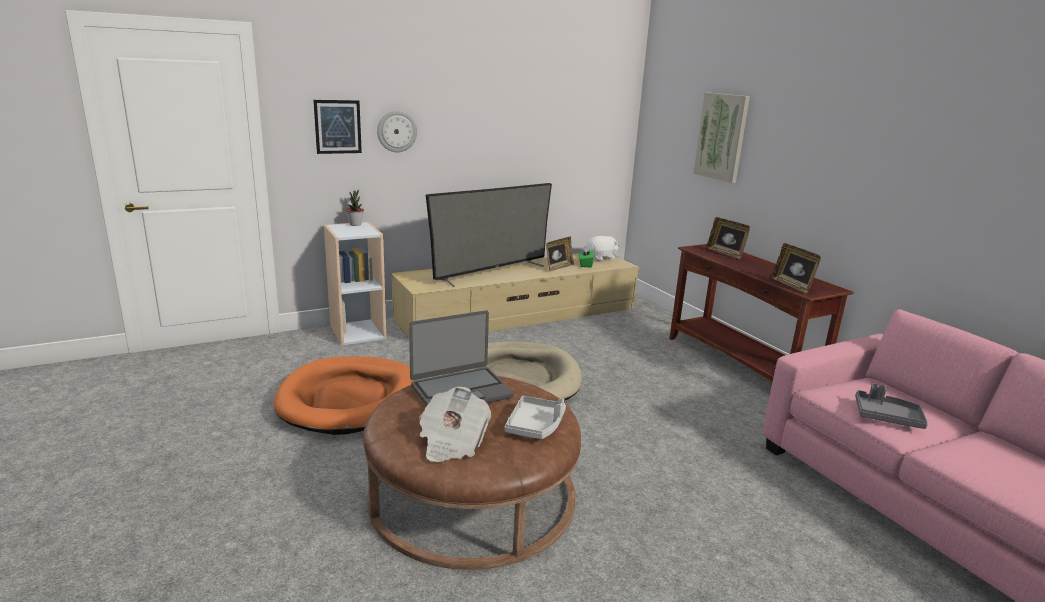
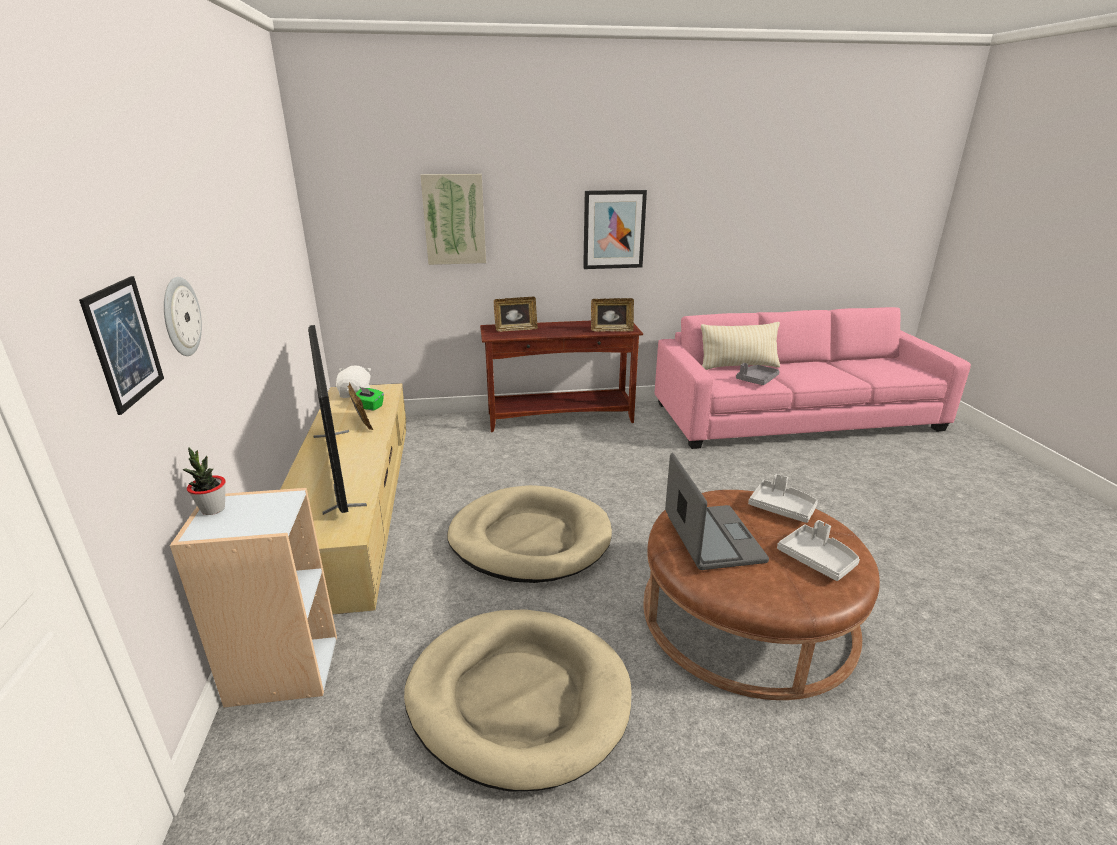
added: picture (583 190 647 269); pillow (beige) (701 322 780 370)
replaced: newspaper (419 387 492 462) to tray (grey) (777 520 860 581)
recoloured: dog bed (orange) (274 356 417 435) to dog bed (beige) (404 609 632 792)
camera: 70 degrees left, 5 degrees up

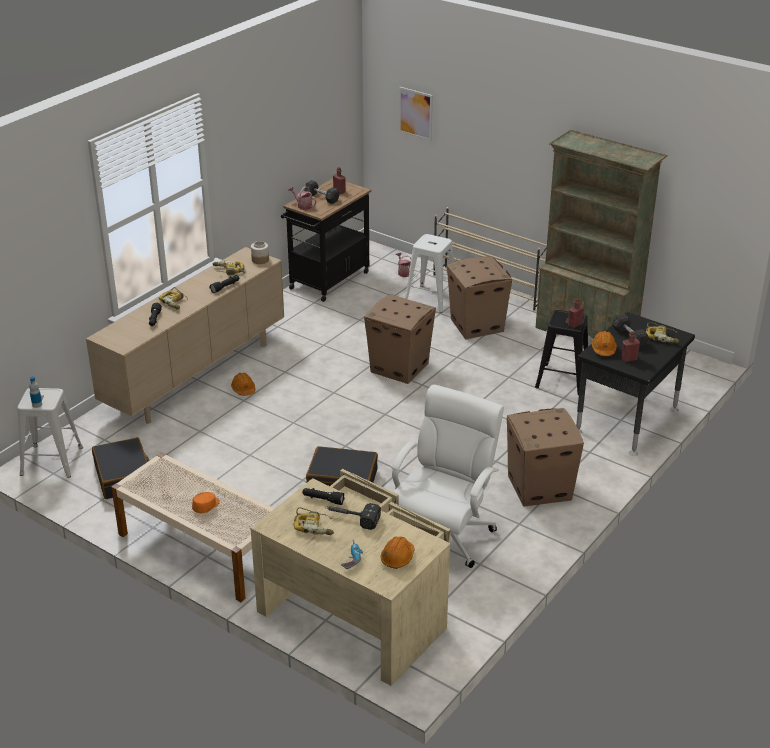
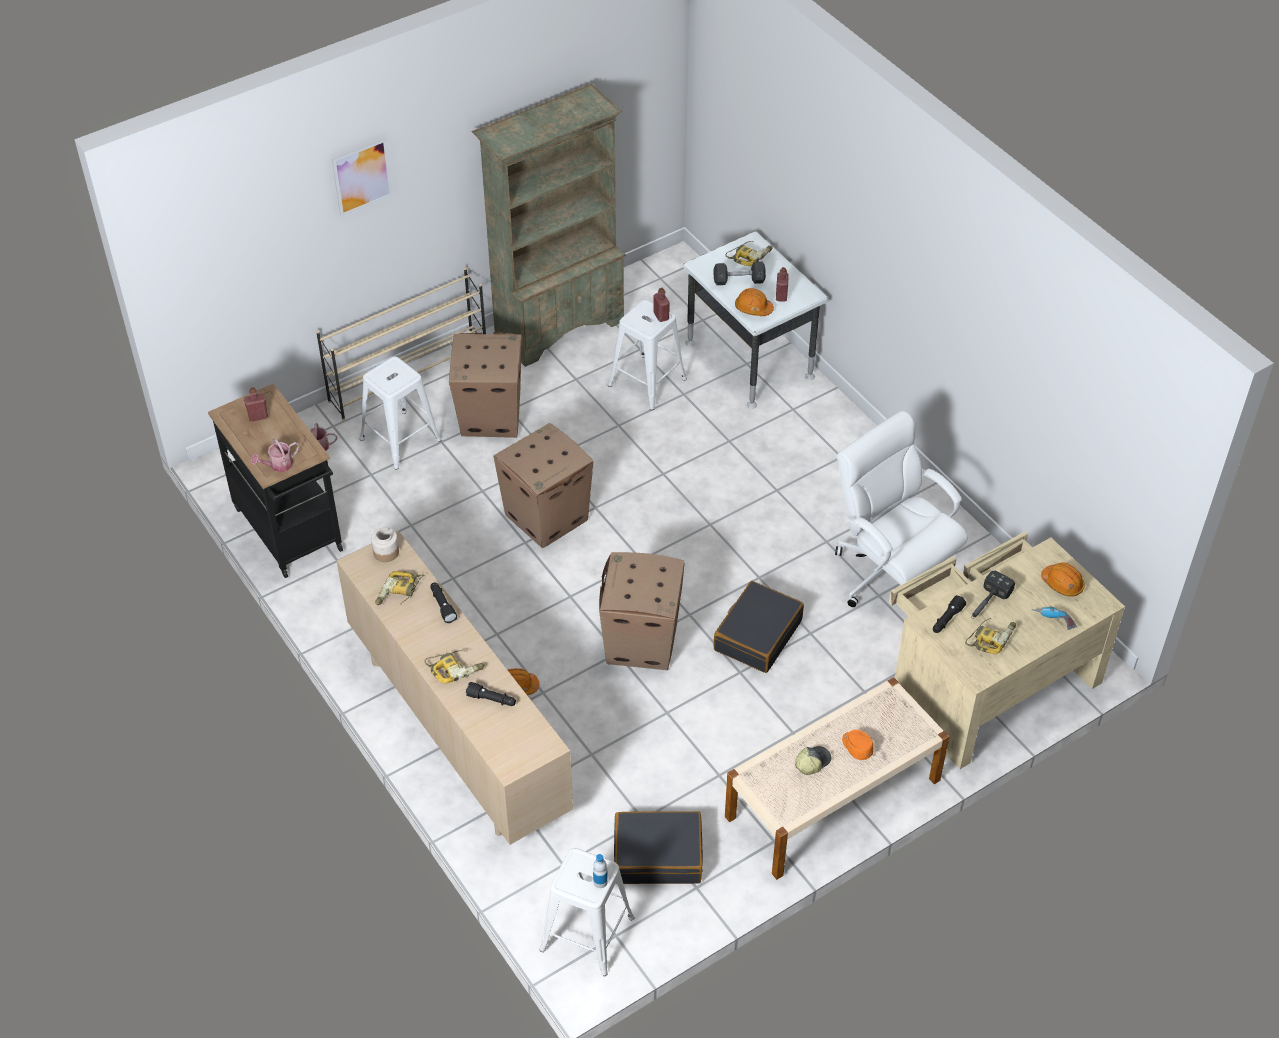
removed: dumbbell (grey) (304 180 340 204)
added: cap (795 746 831 775)
moved: picture (399 87 433 141) to (332 138 393 217); cardboard box (507 408 584 507) to (599 552 685 670)
recoloured: stool (black) (535 310 588 396) to stool (white) (608 300 687 410); desk (black) (576 312 695 456) to desk (white) (683 231 828 409)
camera: 70 degrees left, 15 degrees up

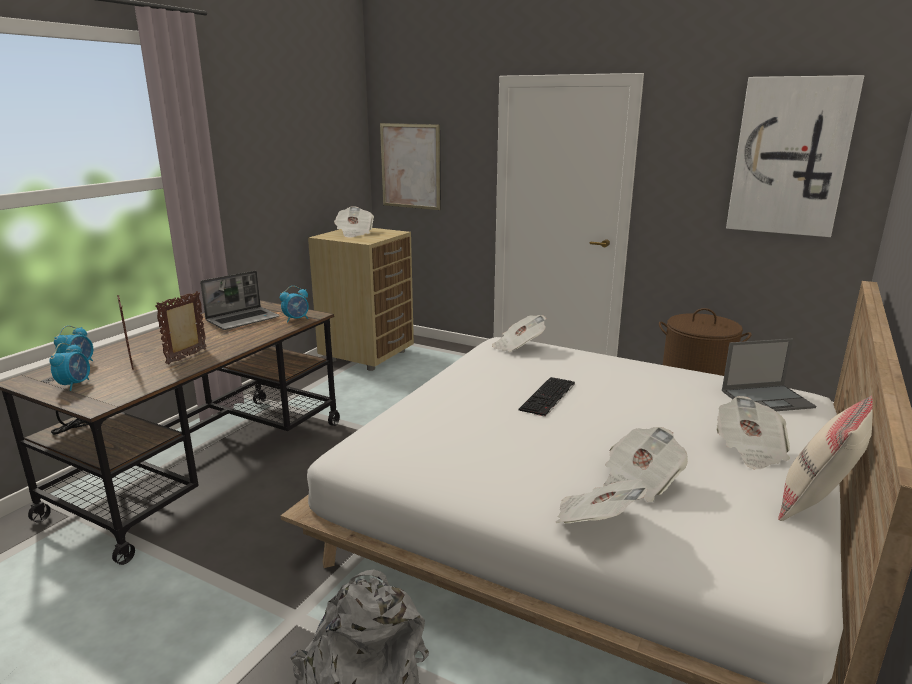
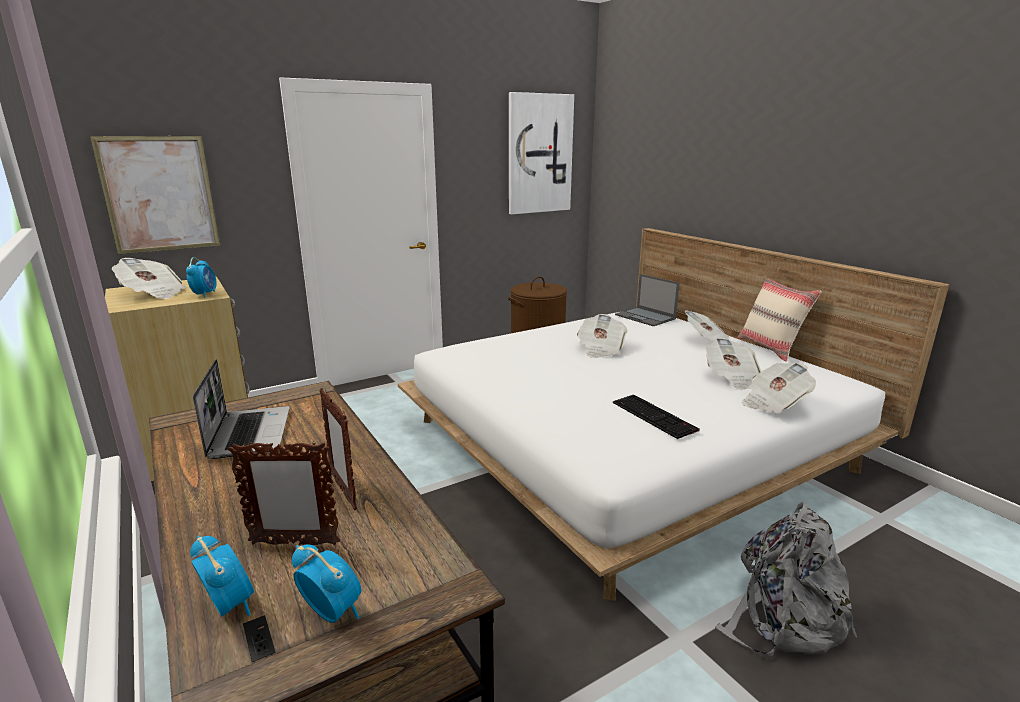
moved: alarm clock (280 286 309 322) to (186 257 217 298); newspaper (492 315 546 352) to (577 314 627 358); keyboard (518 377 575 417) to (613 395 700 439)
turned: laptop (722 339 816 411) = (615 274 680 326) 120 degrees clockwise
camera: 60 degrees left, 0 degrees up

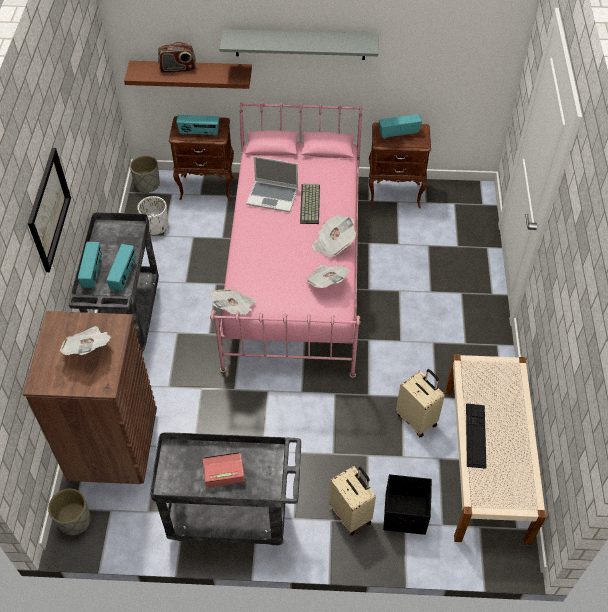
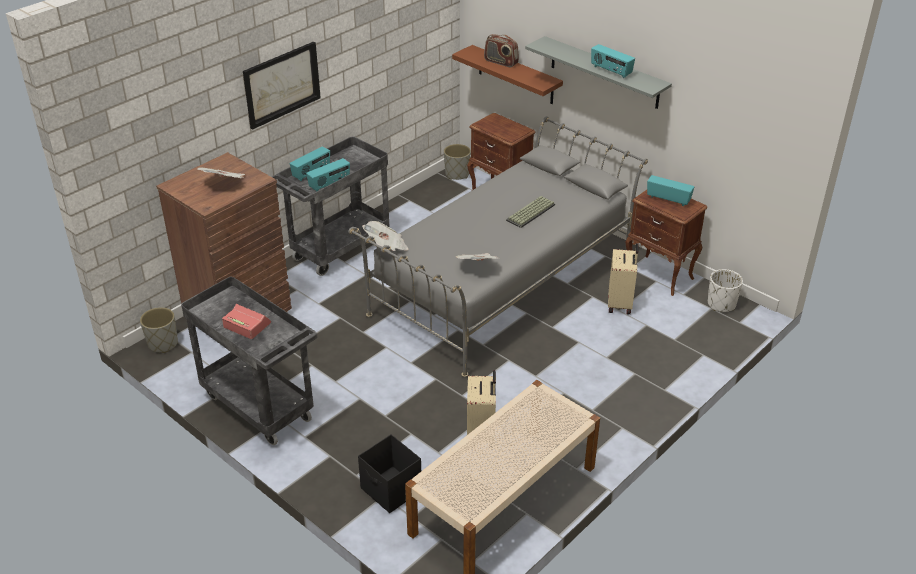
removed: laptop (246 156 298 212); newspaper (312 215 356 258); keyboard (466 403 486 469)
moved: planter (white) (137 196 168 236) to (708 269 743 312); radio (176 115 219 136) to (591 44 635 78); suitcase (beige) (329 466 376 535) to (608 243 638 315)
recoloured: bed (pink) (210 101 363 378) to bed (grey) (348 116 648 377)
camera: 40 degrees right, 15 degrees down

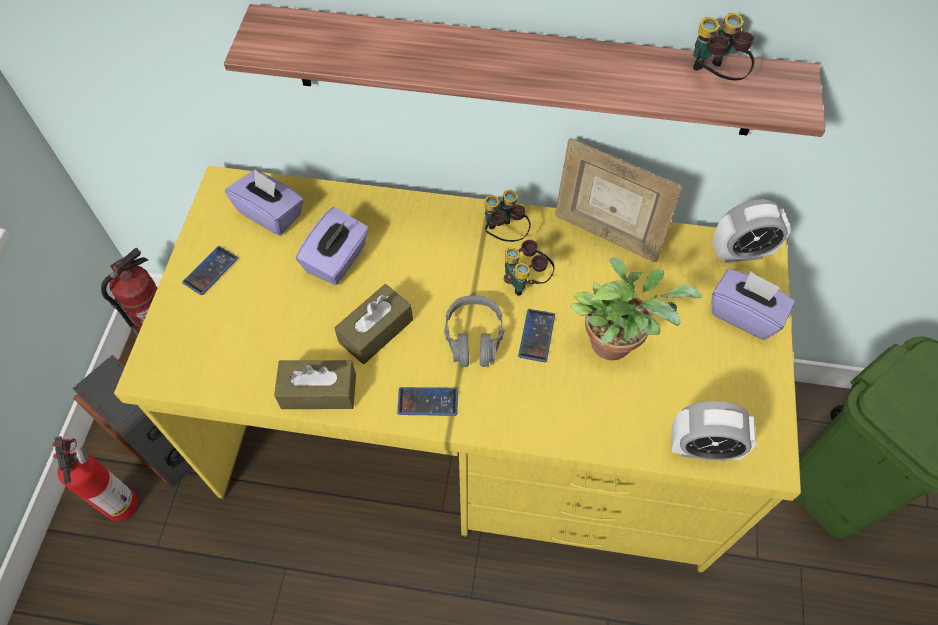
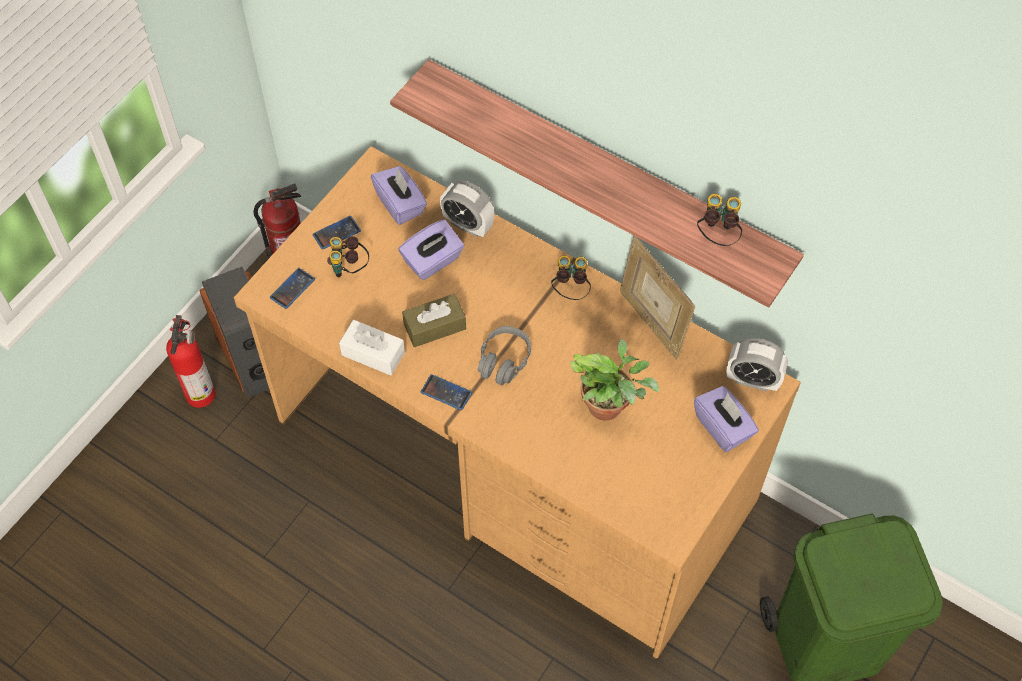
moved: binoculars (504 240 555 296) to (327 236 369 277); phone (518 309 555 362) to (270 268 315 309); alarm clock (671 401 756 461) to (440 181 494 237)
recoloured: desk (yellow) (114 166 801 573) to desk (brown) (234 146 801 659); tissue box (brown) (274 360 356 409) to tissue box (white) (339 320 405 375)
camera: 25 degrees right, 0 degrees up

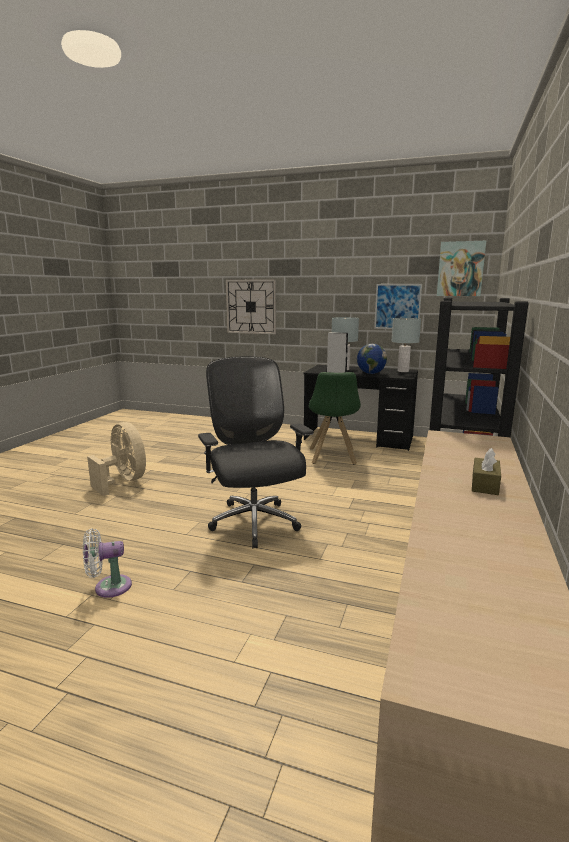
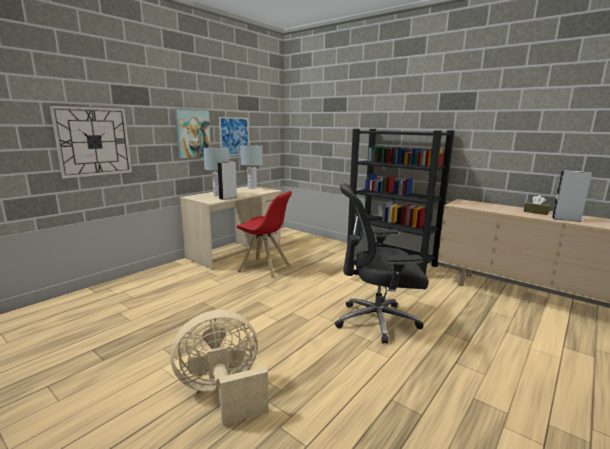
removed: fan (white) (83 528 132 598); globe (357 344 387 374)
added: speaker (grey) (552 170 592 222)
moved: picture (437 241 486 296) to (175 110 211 158)
recoloured: desk (black) (303 365 418 451) to desk (beige) (179 186 282 269); chair (green) (309 372 361 464) to chair (red) (237 191 292 278)
camera: 70 degrees left, 0 degrees up

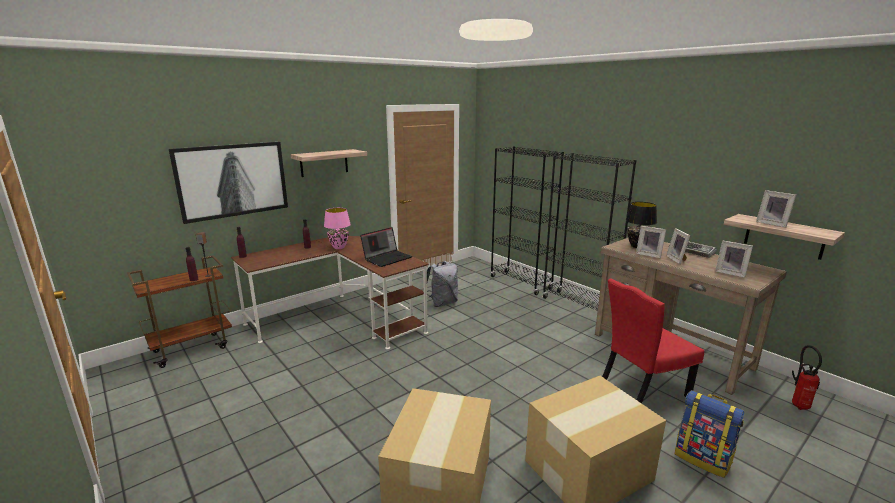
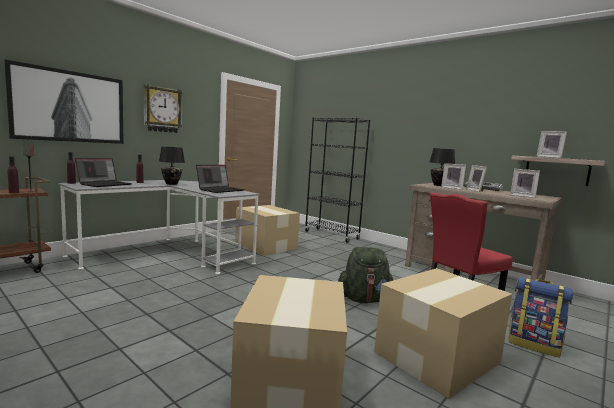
removed: bookcase (black) (542 153 637 311); fire extinguisher (792 345 822 410)
added: laptop (75 158 132 187); backpack (green) (338 247 393 303)
replaced: shelf (291 149 367 177) to wall clock (144 84 183 133); backpack (grey) (423 261 458 307) to cardboard box (235 205 300 256)
recoloured: desk (brown) (231 236 429 350) to desk (grey) (58 180 261 274); table lamp (pink) (324 208 351 249) to table lamp (black) (159 147 185 185)
camera: 10 degrees left, 10 degrees down

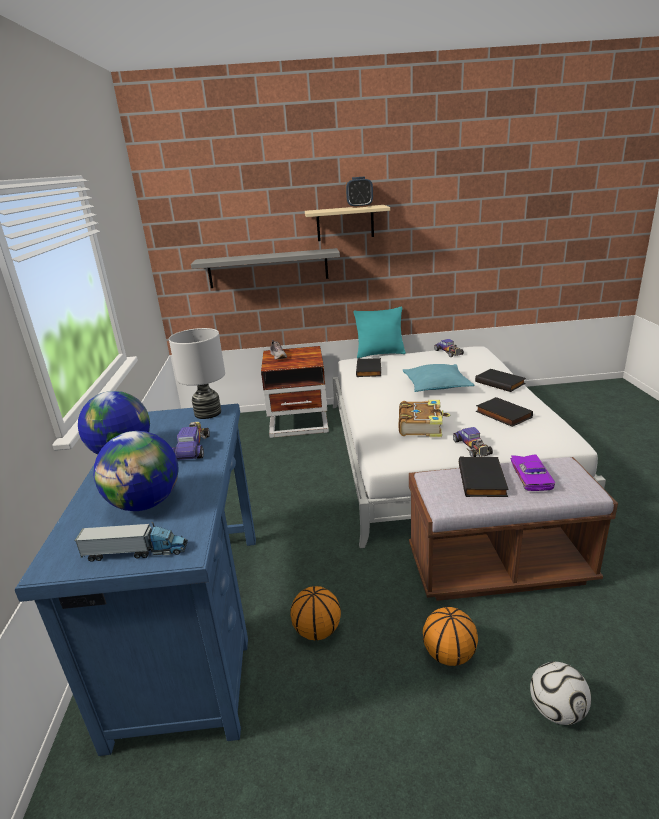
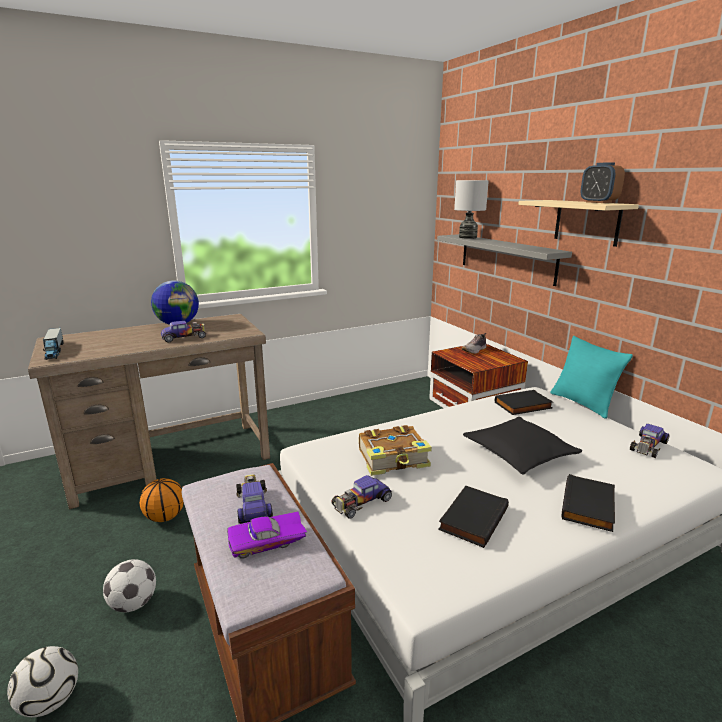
removed: globe (93 431 179 511)
moved: table lamp (grey) (169 328 225 419) to (454 180 489 239)
replaced: basketball (423 607 478 666) to football (103 559 156 612); book (black) (459 456 508 497) to toy car (236 474 273 524)
recoloured: desk (blue) (15 404 256 756) to desk (brown) (28 314 270 509); pillow (turquoise) (403 364 475 392) to pillow (black) (463 417 582 475)
camera: 65 degrees right, 5 degrees down

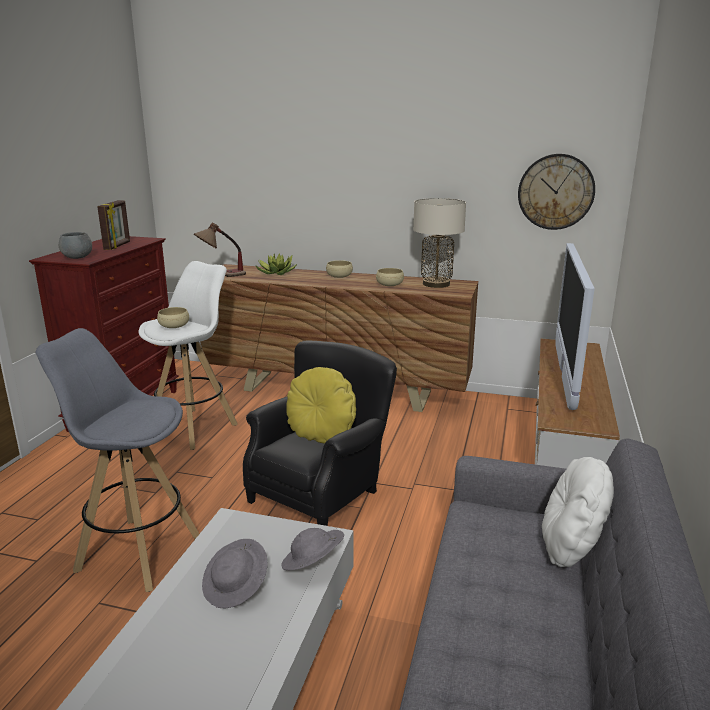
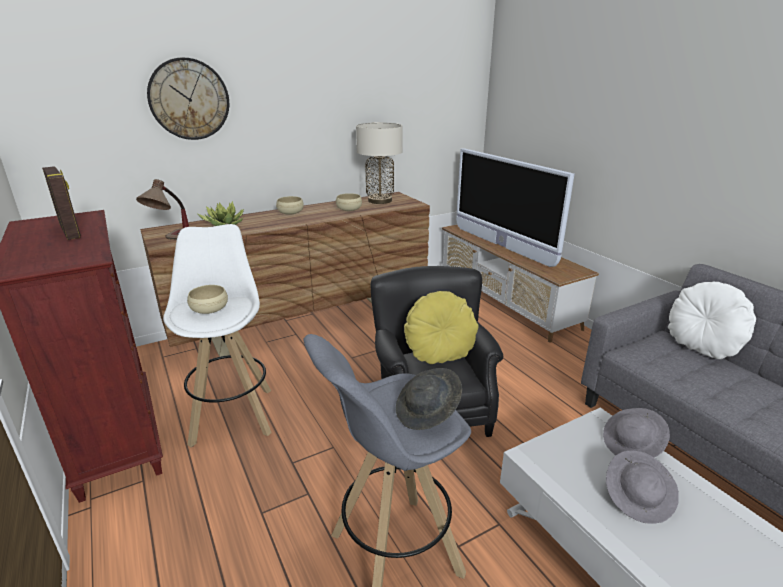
removed: bowl (grey) (59 232 92 259)
added: hat (grey) (396 368 462 430)
moved: wall clock (518 154 595 230) to (147 57 229 140)
camera: 45 degrees left, 5 degrees up

